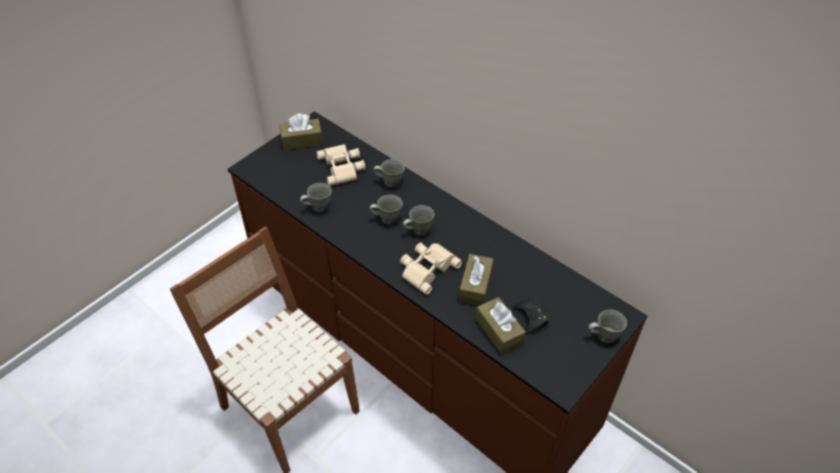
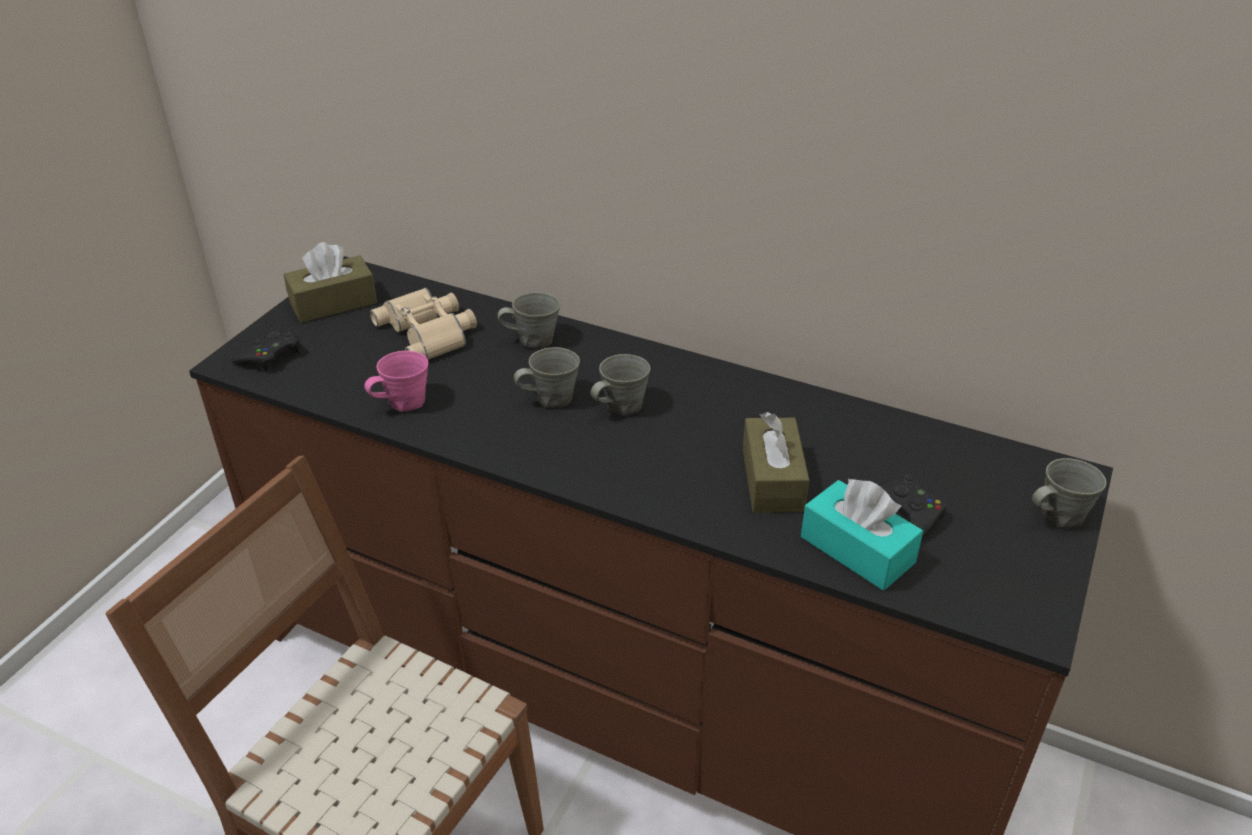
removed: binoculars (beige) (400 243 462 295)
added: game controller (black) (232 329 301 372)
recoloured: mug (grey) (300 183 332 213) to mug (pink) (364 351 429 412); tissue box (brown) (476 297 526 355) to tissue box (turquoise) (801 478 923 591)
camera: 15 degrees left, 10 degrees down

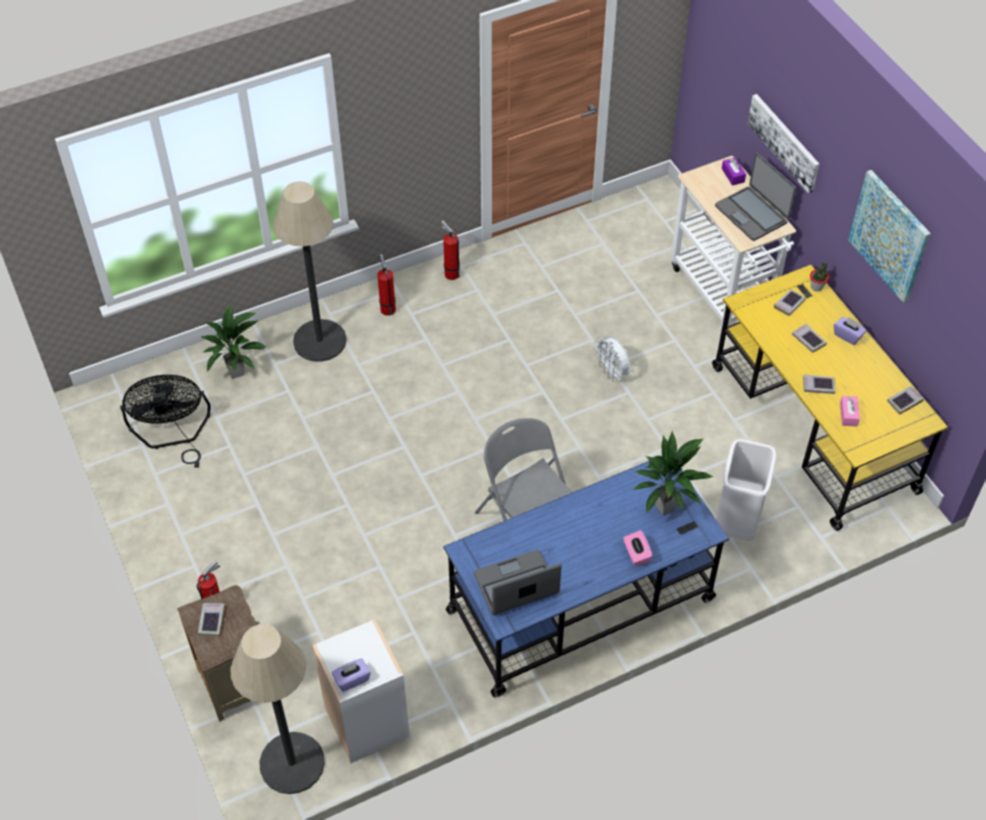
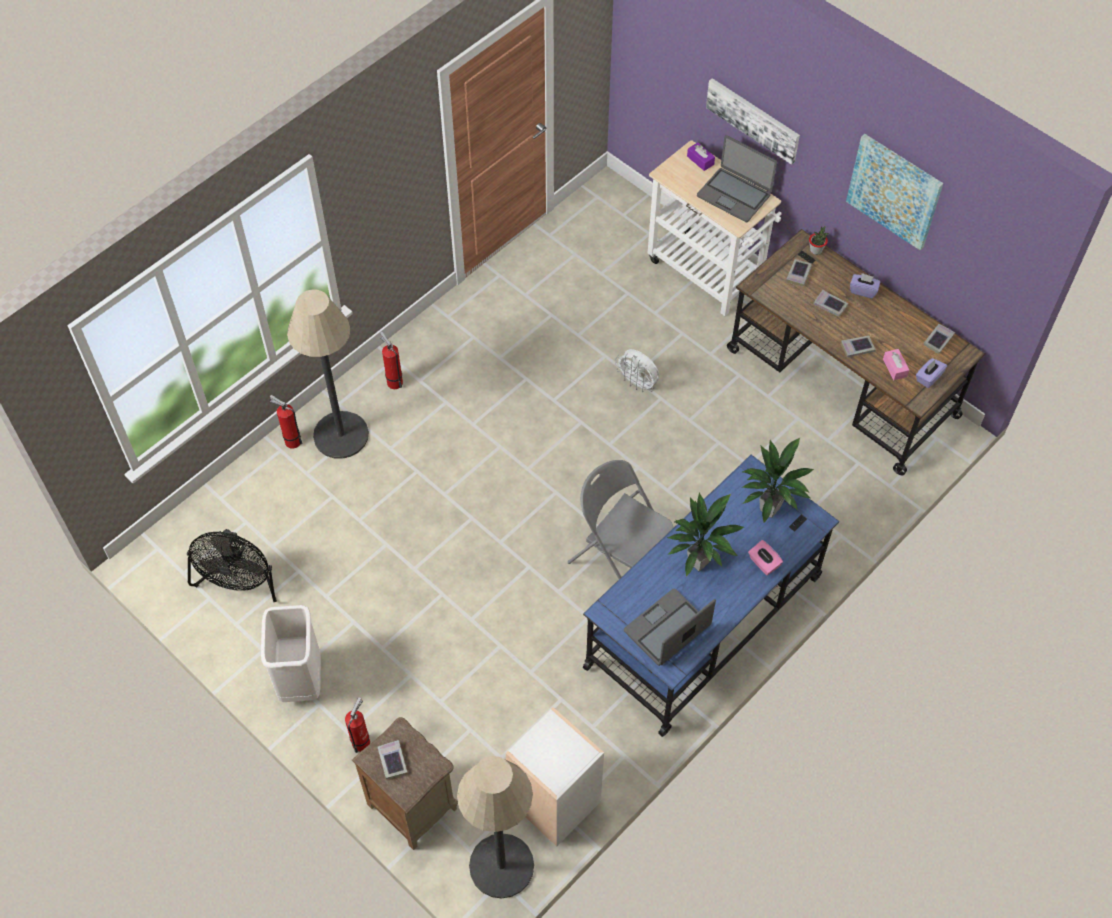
moved: potted plant (201 304 267 379) to (667 492 744 576); tissue box (purple) (332 658 371 692) to (916 358 947 388); fire extinguisher (441 221 460 280) to (270 395 302 449); trash can (white) (716 439 776 541) to (261 605 321 702)
recoloured: desk (yellow) (712 265 948 531) to desk (brown) (727 229 985 475)
turned: fan (black) (120 375 210 467) = (187 529 277 602) 135 degrees counterclockwise
camera: 20 degrees left, 5 degrees up

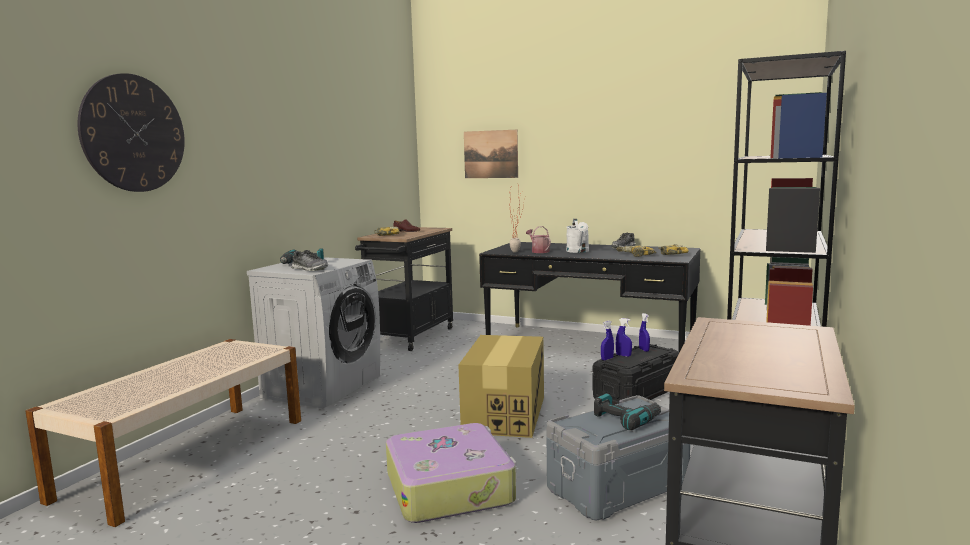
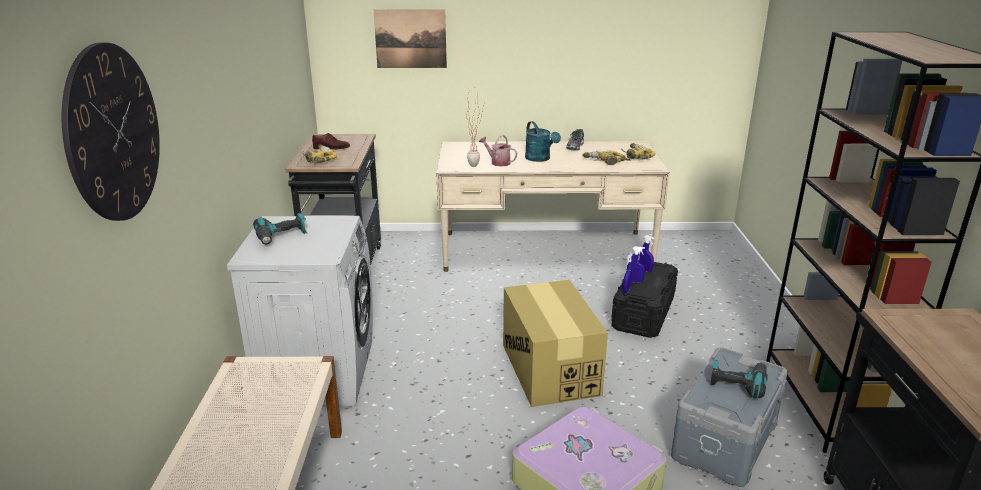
removed: shoe (291 250 329 271)
recoloured: desk (black) (479 242 700 352) to desk (beige) (436 141 669 272); watering can (white) (566 219 589 253) to watering can (turquoise) (525 121 561 162)
camera: 25 degrees left, 15 degrees up

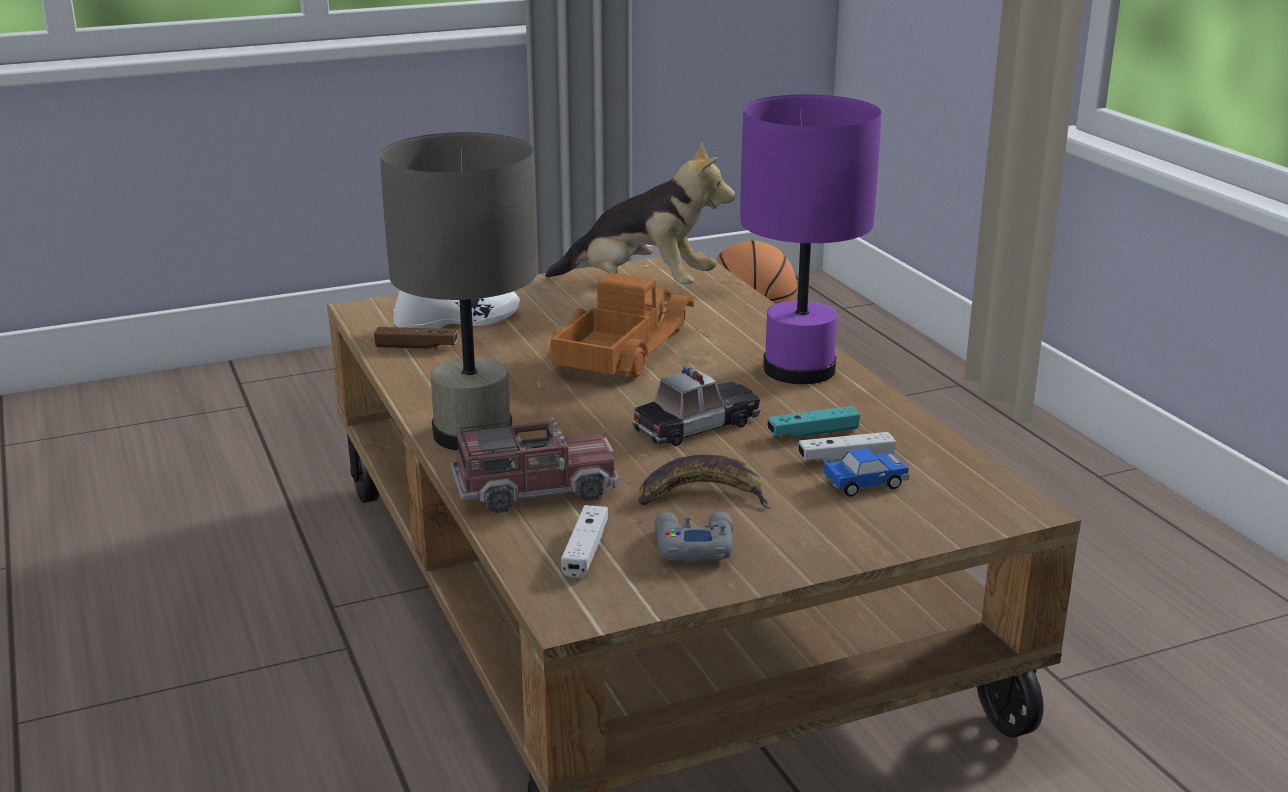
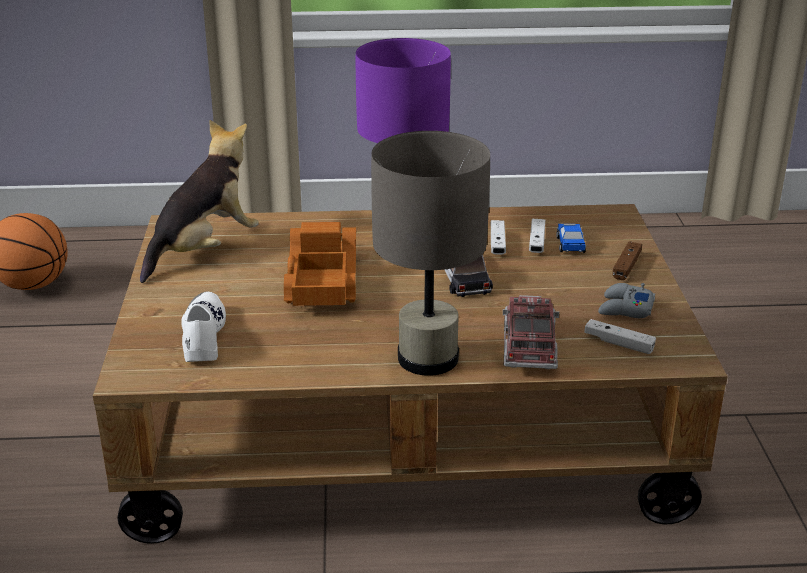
removed: banana (639 455 771 509)
moved: game controller (brown) (374 327 458 349) to (613 241 642 280)
recoloured: game controller (turquoise) (767 406 860 438) to game controller (white) (491 220 506 255)
turned: toy truck (546 273 694 378) = (284 222 356 306) 45 degrees clockwise
camera: 70 degrees left, 5 degrees up

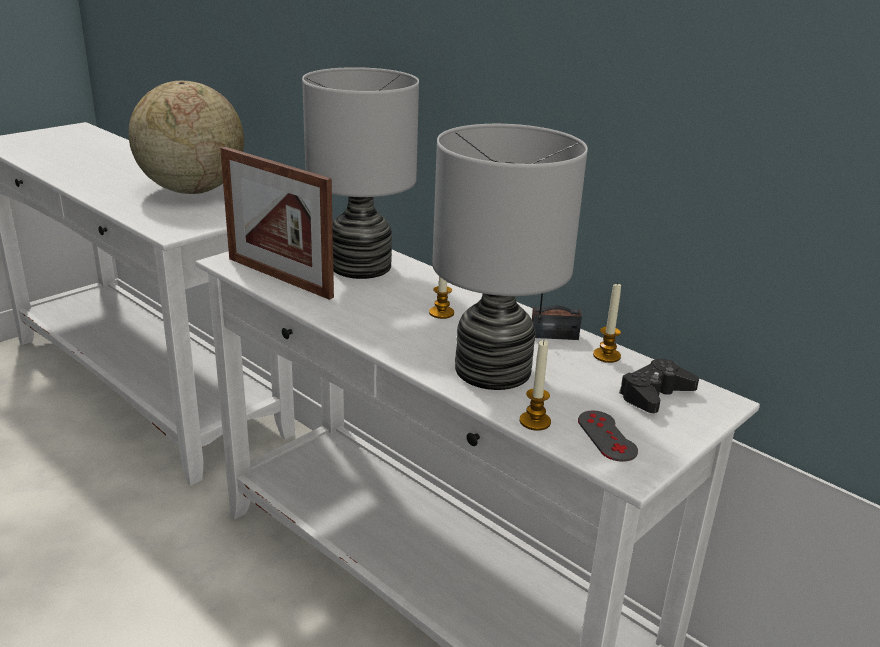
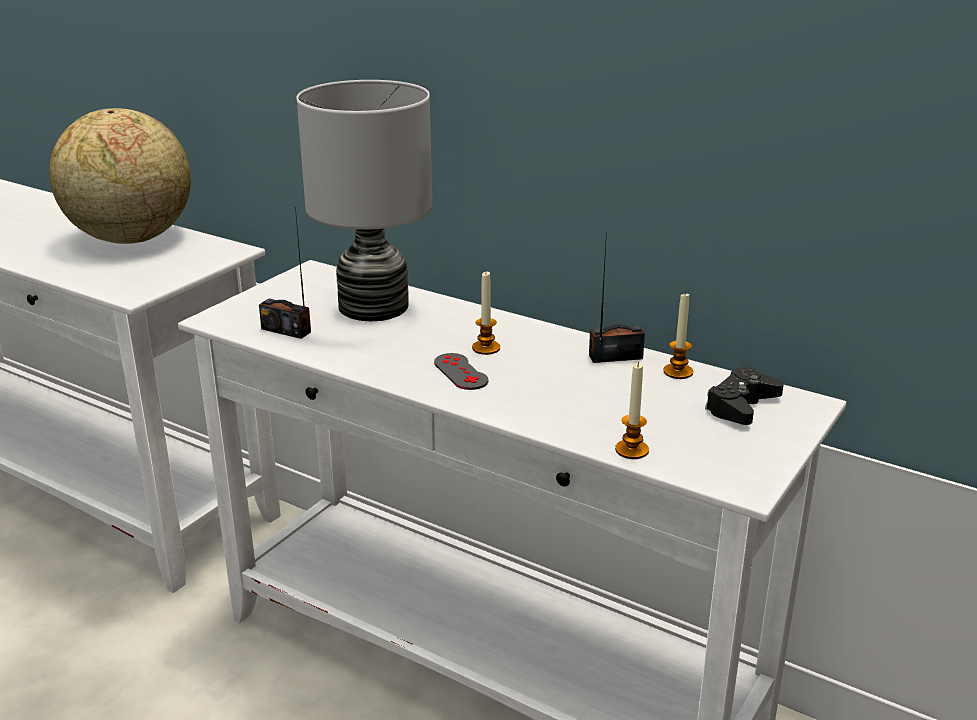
removed: table lamp (grey) (432 124 588 390)
moved: game controller (grey) (578 411 638 462) to (434 353 488 390)
replaced: picture frame (220 147 334 300) to radio (259 206 311 339)
camera: 10 degrees left, 0 degrees up

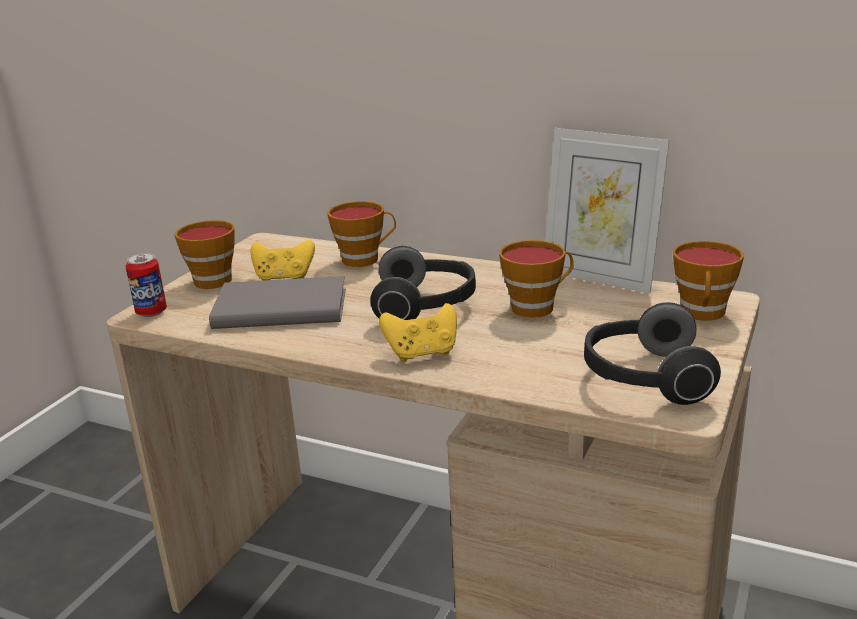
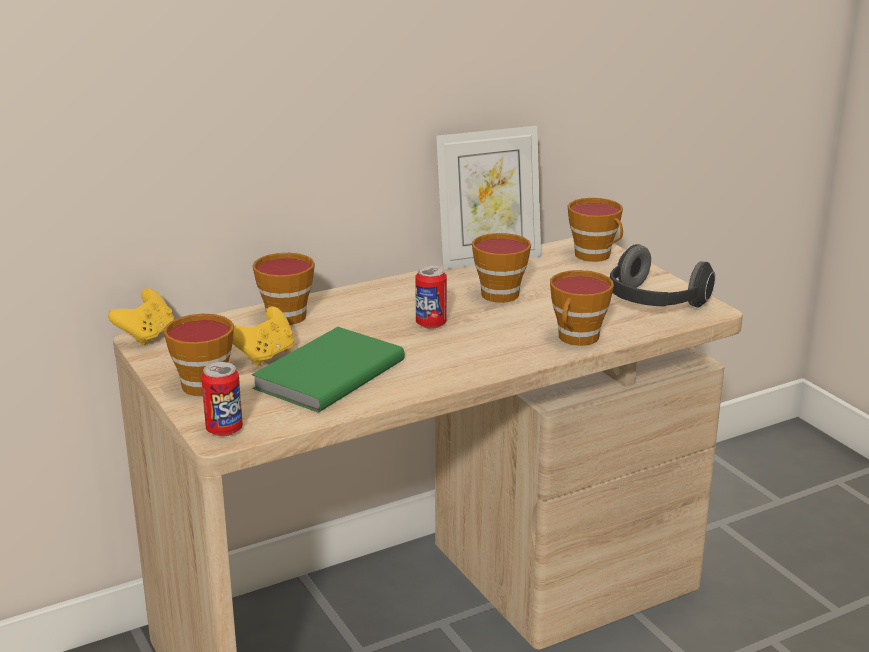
added: cup (550 270 614 346)
moved: game controller (yellow) (379 303 457 362) to (108 288 174 346)
replaced: headphones (370 246 476 320) to can (415 266 447 329)
recoloured: book (grey) (209 276 346 329) to book (green) (251 327 405 412)
camera: 55 degrees left, 0 degrees up

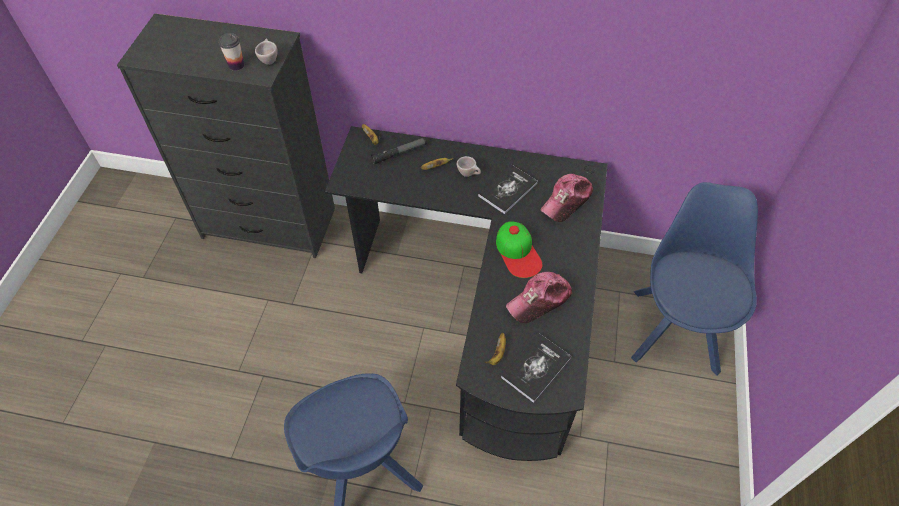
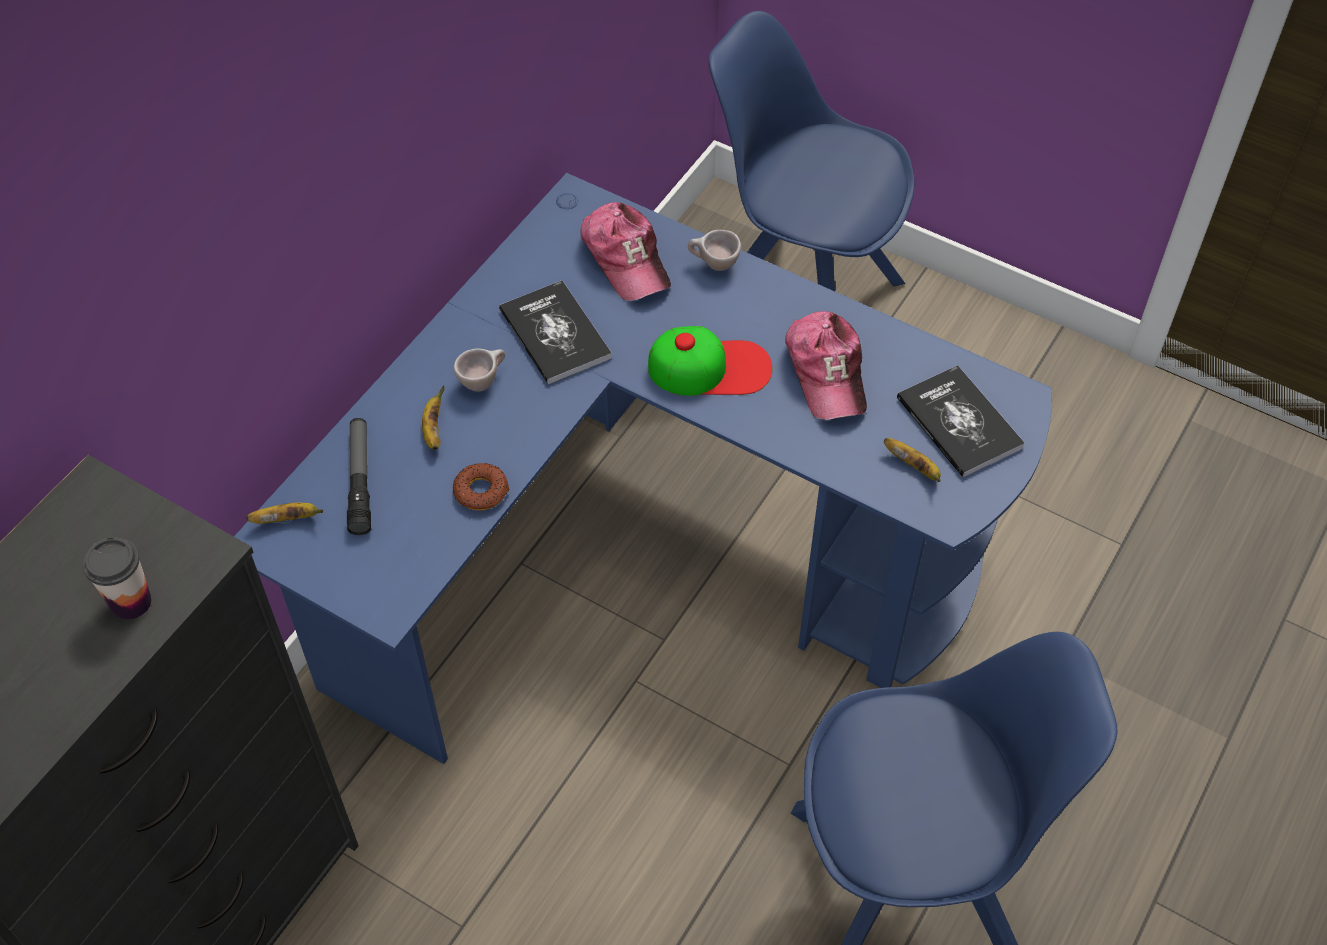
added: donut (453 463 509 510)
moved: cup (beige) (255 39 278 65) to (688 230 741 271)
recoloured: desk (black) (325 126 608 461) to desk (blue) (234 173 1052 764)
camera: 70 degrees left, 0 degrees up

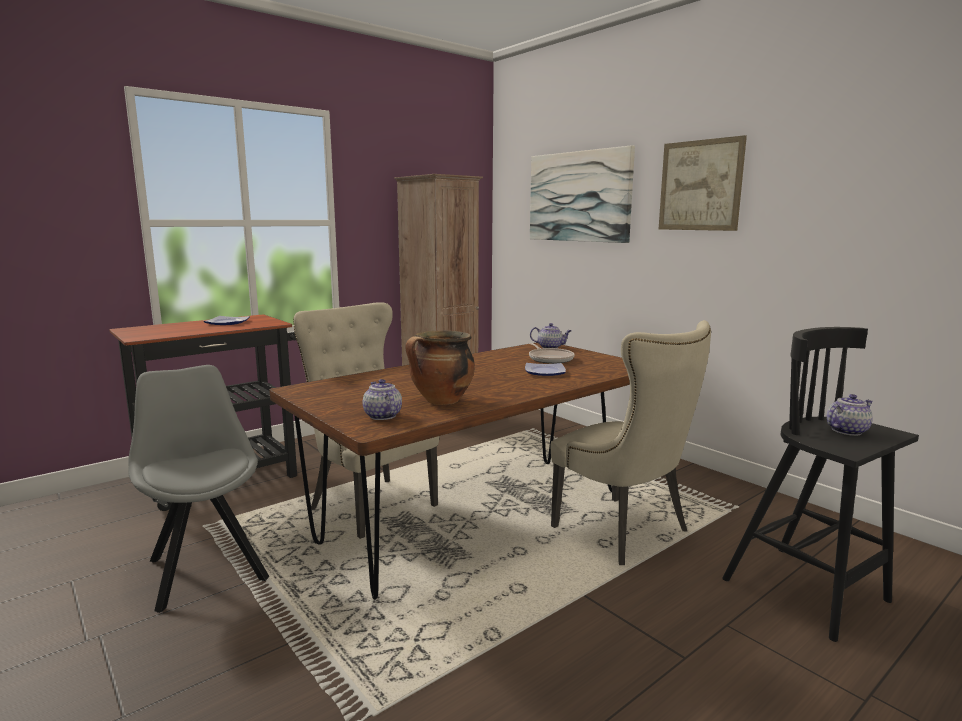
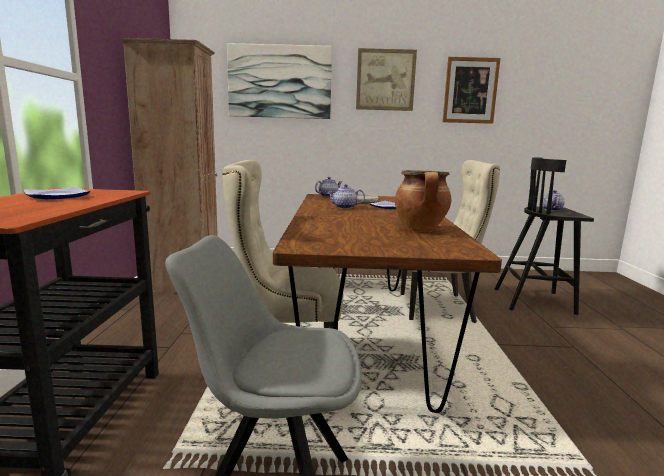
added: picture (443 57 500 124)
moved: teapot (363 379 402 420) to (327 184 365 209)
camera: 50 degrees left, 0 degrees up

